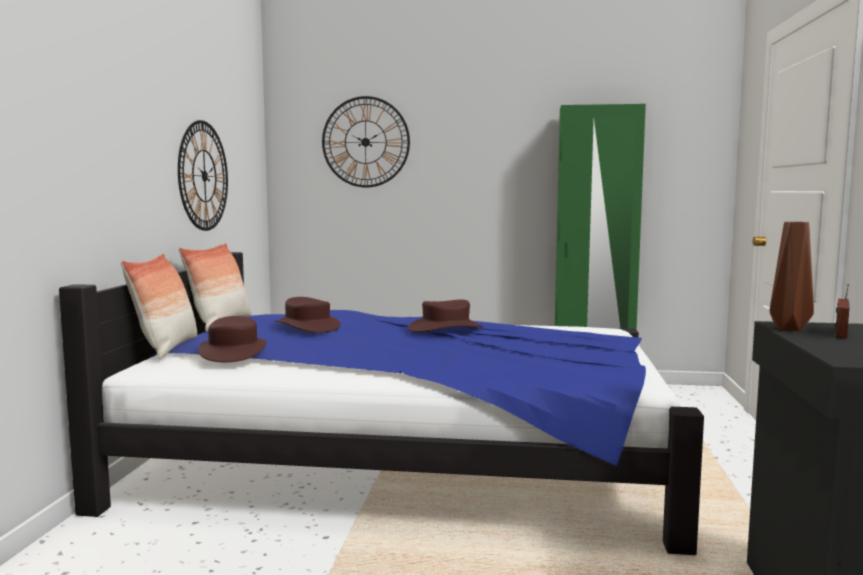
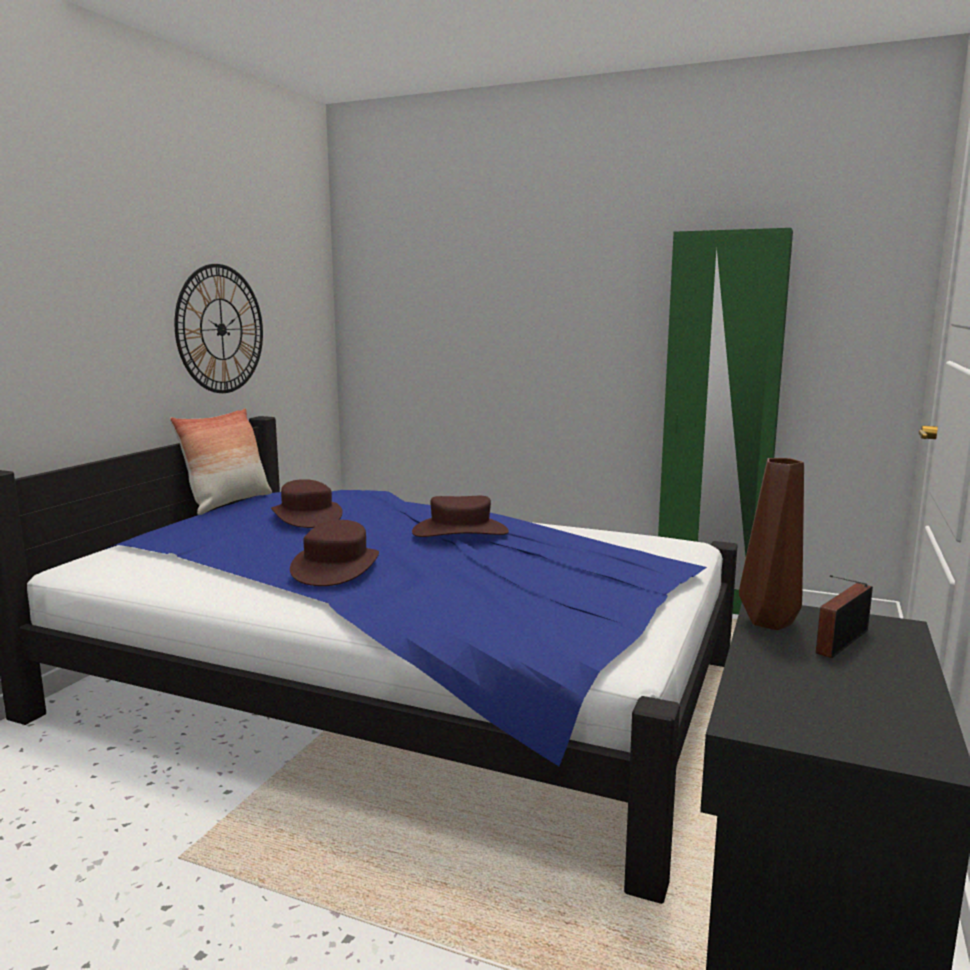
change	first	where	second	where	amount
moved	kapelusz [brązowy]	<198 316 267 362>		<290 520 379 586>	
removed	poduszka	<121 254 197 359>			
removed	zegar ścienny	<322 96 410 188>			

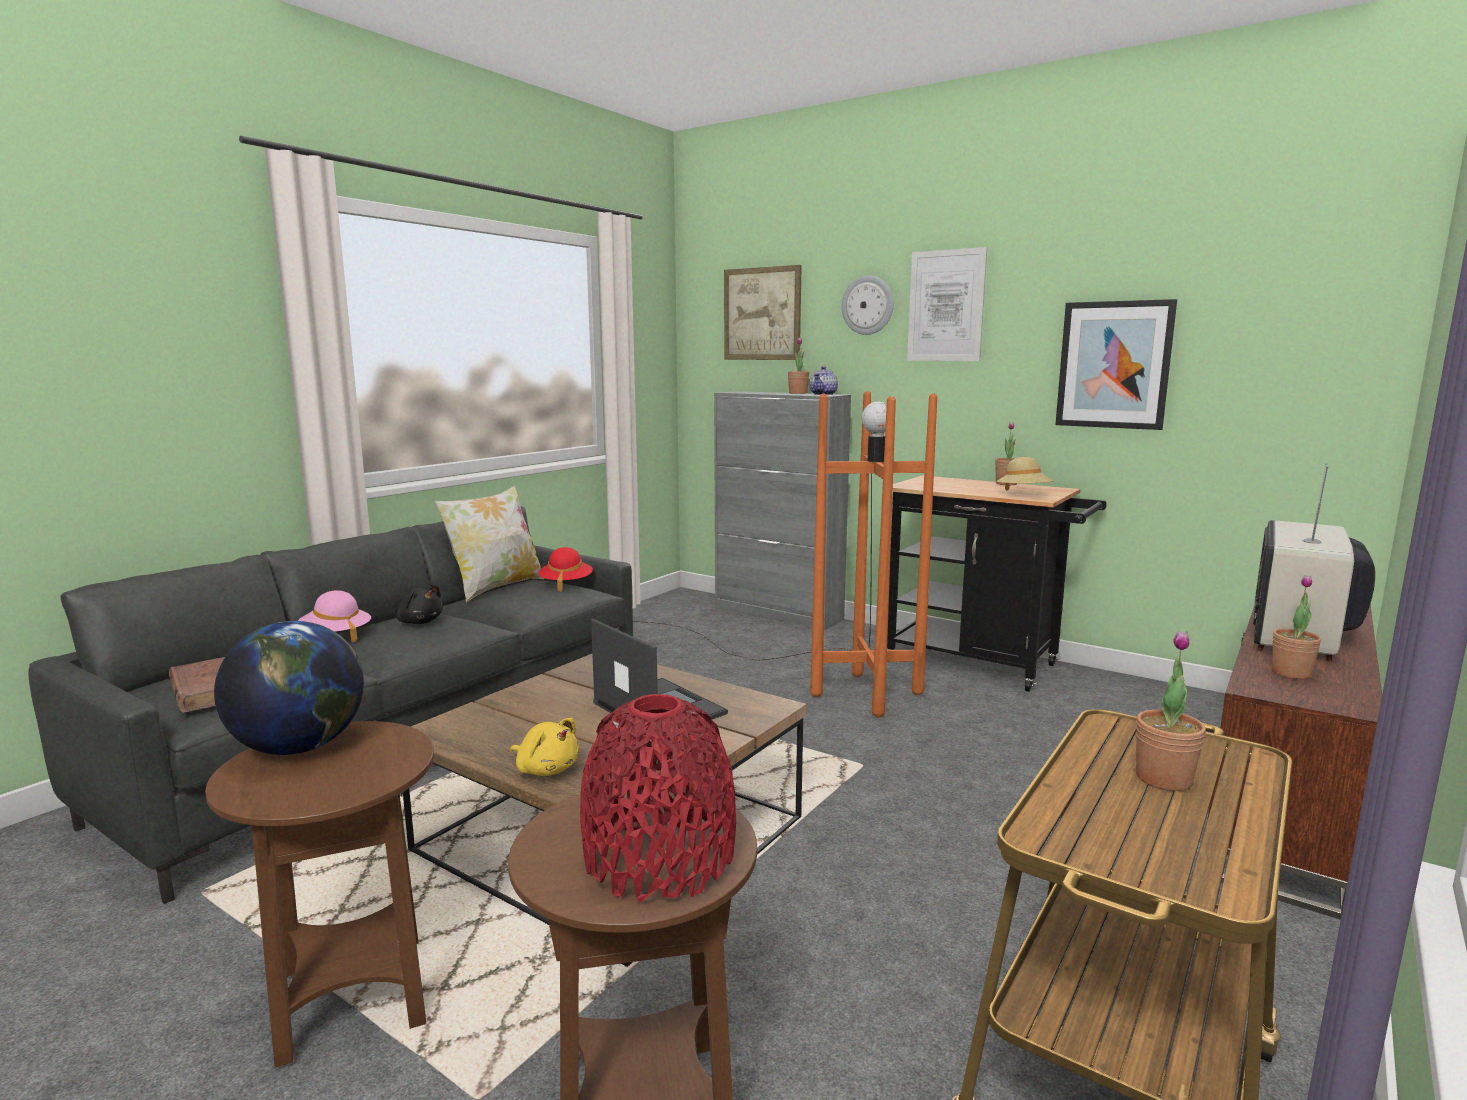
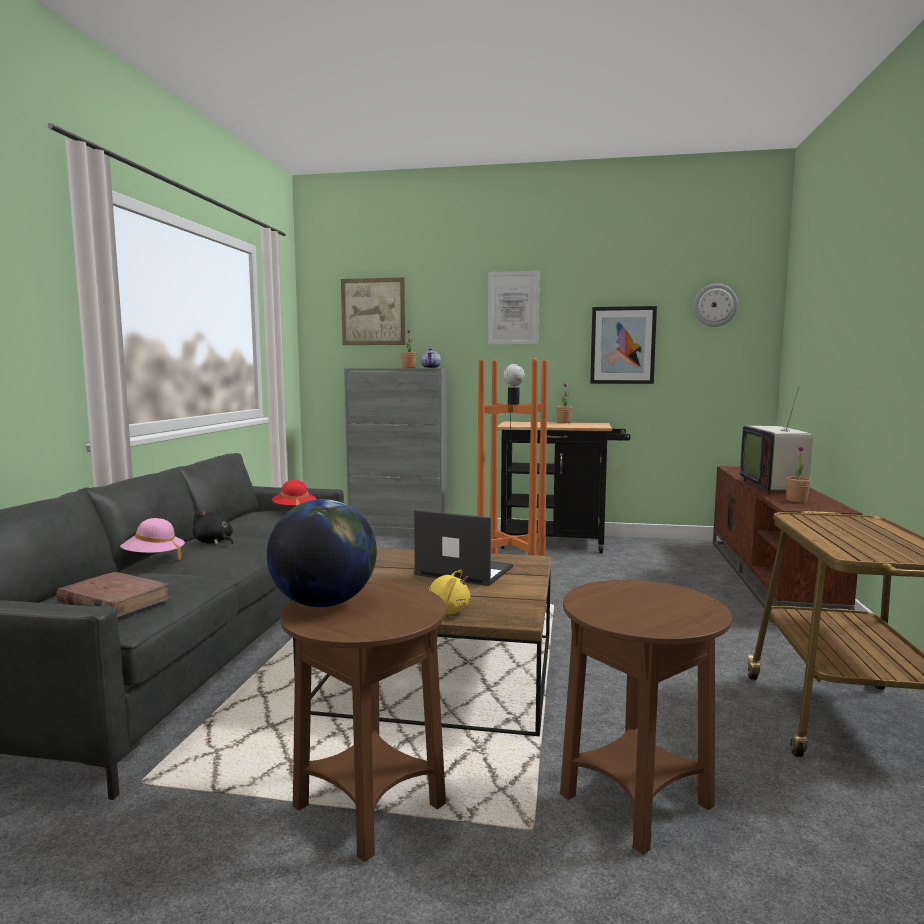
change	first	where	second	where	amount
turned	pluszak [czarny]	<395 585 443 624>		<192 507 233 545>	150 degrees counterclockwise
moved	zegar ścienny	<842 275 894 335>		<693 284 738 327>	
removed	poduszka	<435 485 545 602>			
removed	wazon [czerwony]	<580 694 736 902>			
removed	kapelusz [beżowy]	<996 457 1054 491>			
removed	roślina doniczkowa	<1136 631 1206 791>			

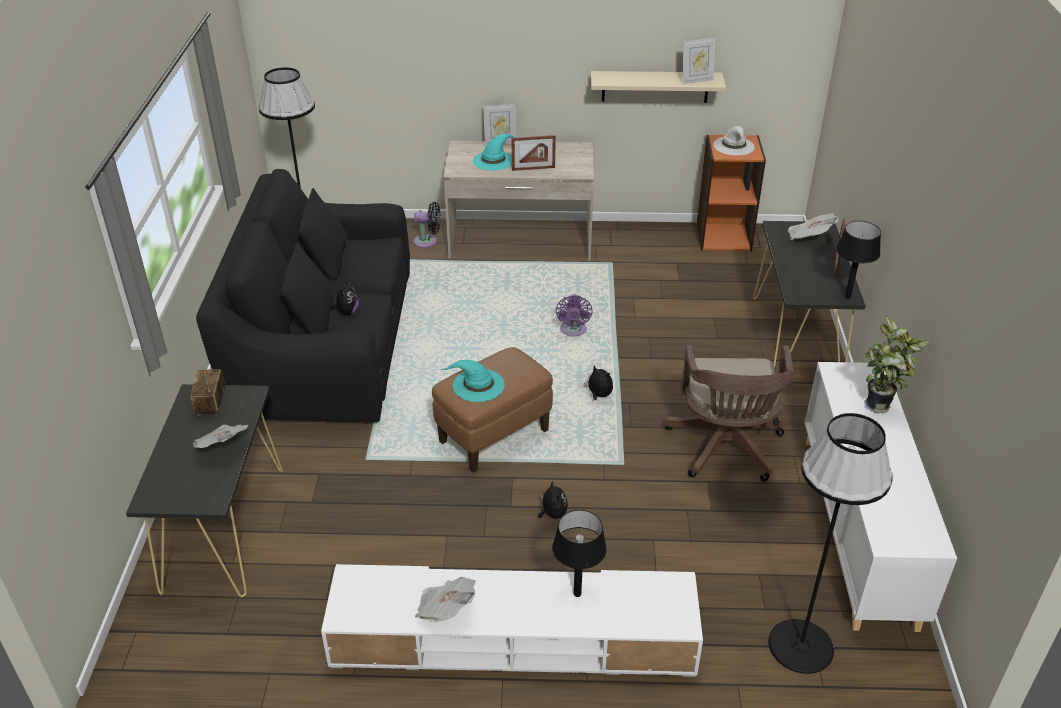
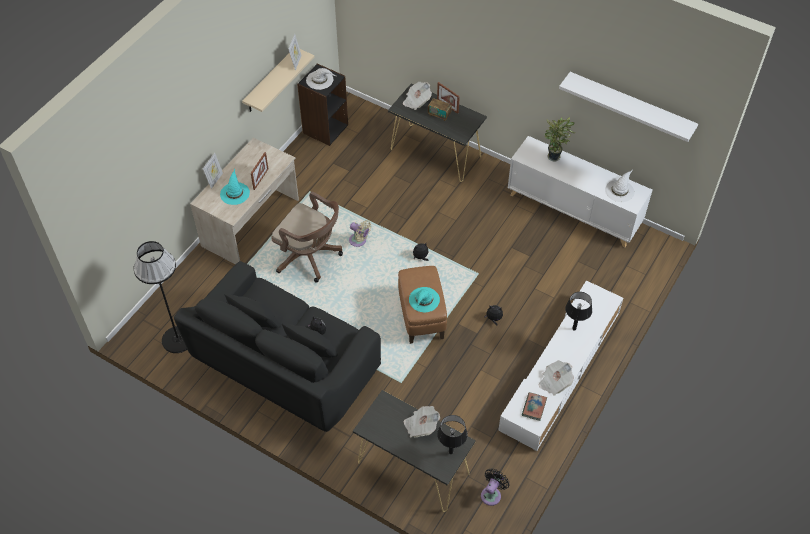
change	first	where	second	where	amount
moved	krzesło biurowe [brązowy]	<665 345 795 482>		<271 192 343 283>	
recoloured	regał [pomarańczowy]	<697 135 766 251>	regał [czarny]	<297 64 348 146>	
recoloured	wentylator [fioletowy]	<556 294 592 336>	wentylator [beżowy]	<349 220 371 247>	
moved	radio	<190 369 225 416>		<428 96 452 121>	
moved	lampa stołowa [czarny]	<836 221 881 299>		<437 415 468 454>	
moved	wentylator [czarny]	<413 202 440 248>		<481 468 510 506>	
added			książka	<522 392 547 421>	
added			półka [biały]	<559 72 698 142>	
added			kapelusz [biały]	<605 170 634 202>	
removed	lampa stojąca [czarny]	<768 413 893 674>			

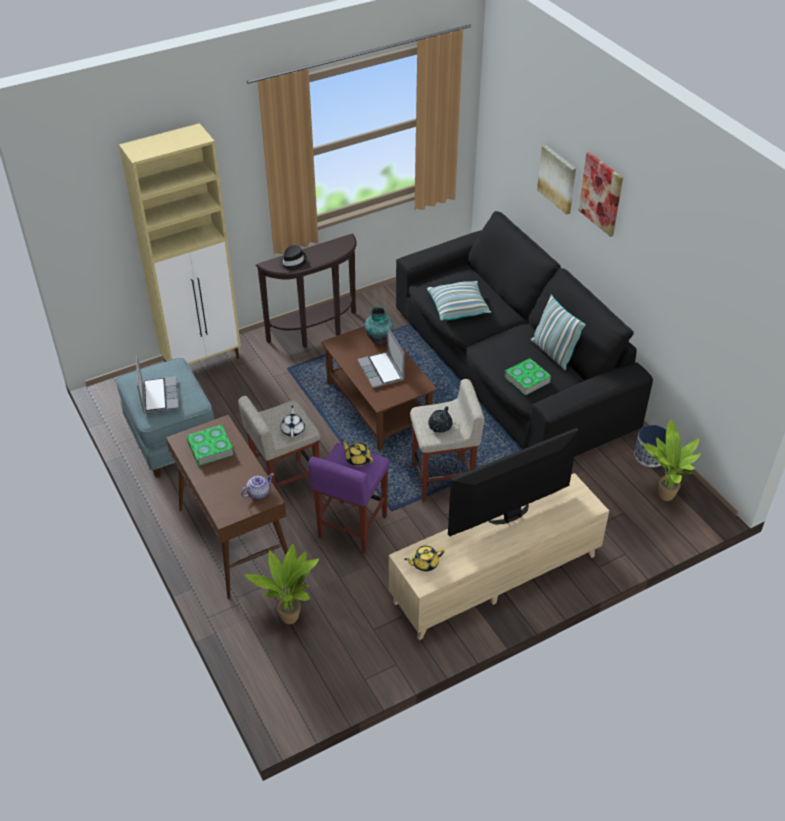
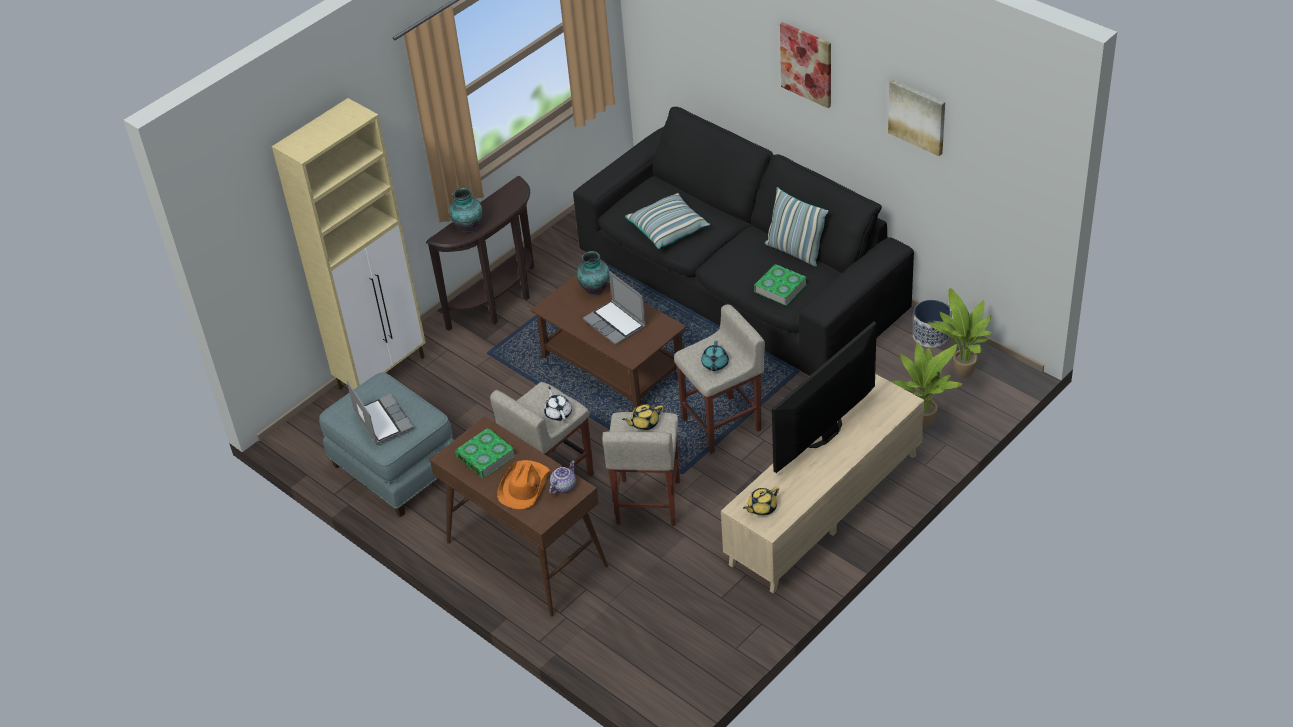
change	first	where	second	where	amount
replaced	kapelusz [czarny]	<279 245 307 271>	wazon	<449 188 482 233>	
added			kapelusz [pomarańczowy]	<497 460 550 509>	
recoloured	stołek [fioletowy]	<308 443 390 554>	stołek [beżowy]	<602 412 680 526>	
turned	imbryk [żółty]	<341 440 373 466>		<622 404 664 430>	45 degrees counterclockwise
recoloured	imbryk [czarny]	<428 406 453 433>	imbryk [turkusowy]	<701 340 729 371>	
moved	obraz	<537 145 576 215>		<888 79 945 156>	
moved	roślina doniczkowa	<245 544 319 624>		<891 342 963 428>	

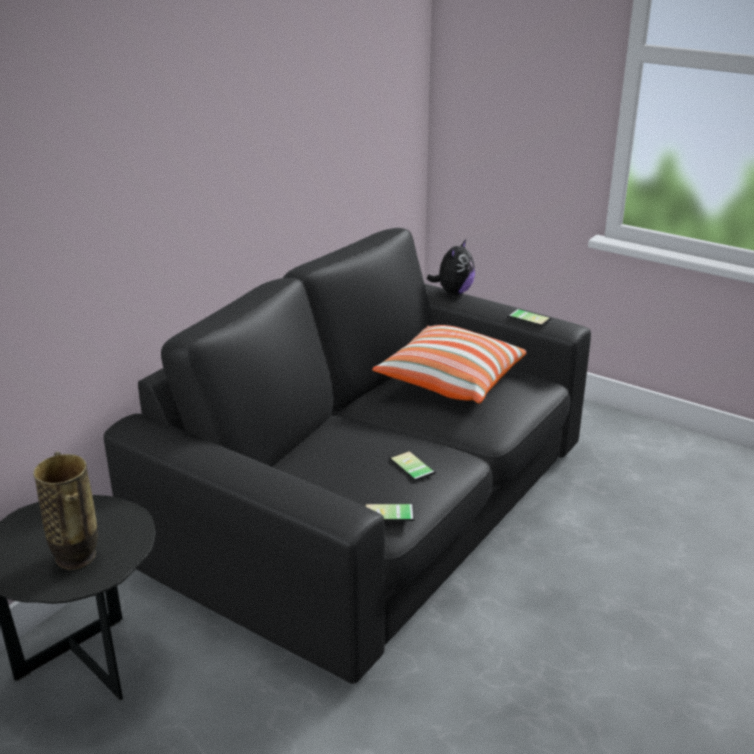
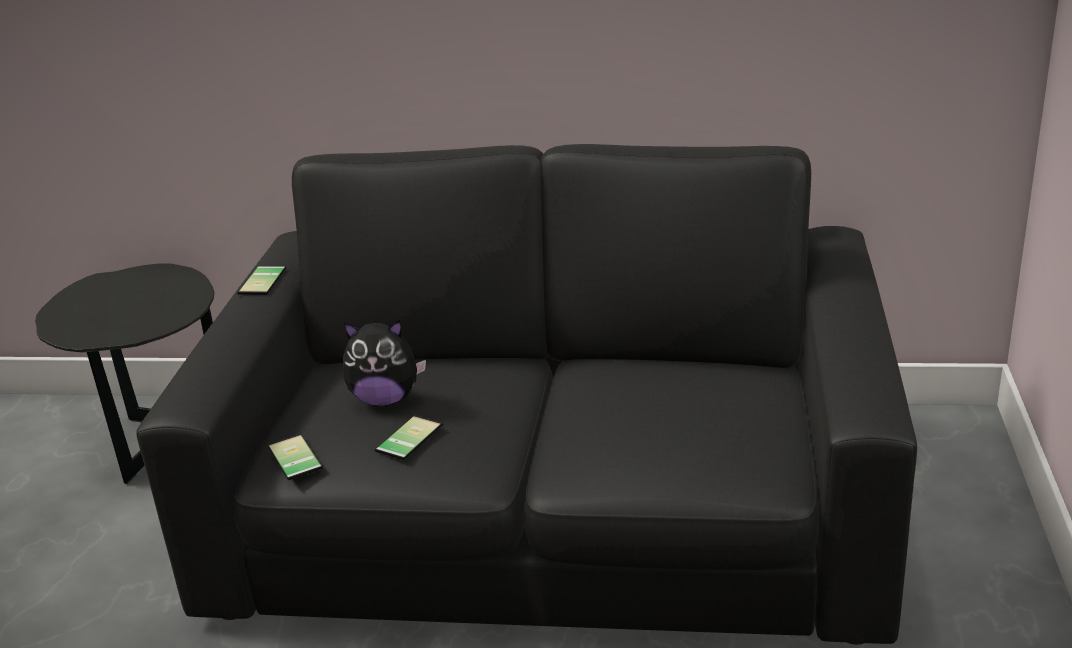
change	first	where	second	where	amount
moved	telefon	<508 309 552 326>		<237 266 286 295>	
moved	pluszak	<427 239 475 295>		<343 320 426 406>	
removed	wazon	<33 452 98 570>			
removed	poduszka	<372 325 526 404>			

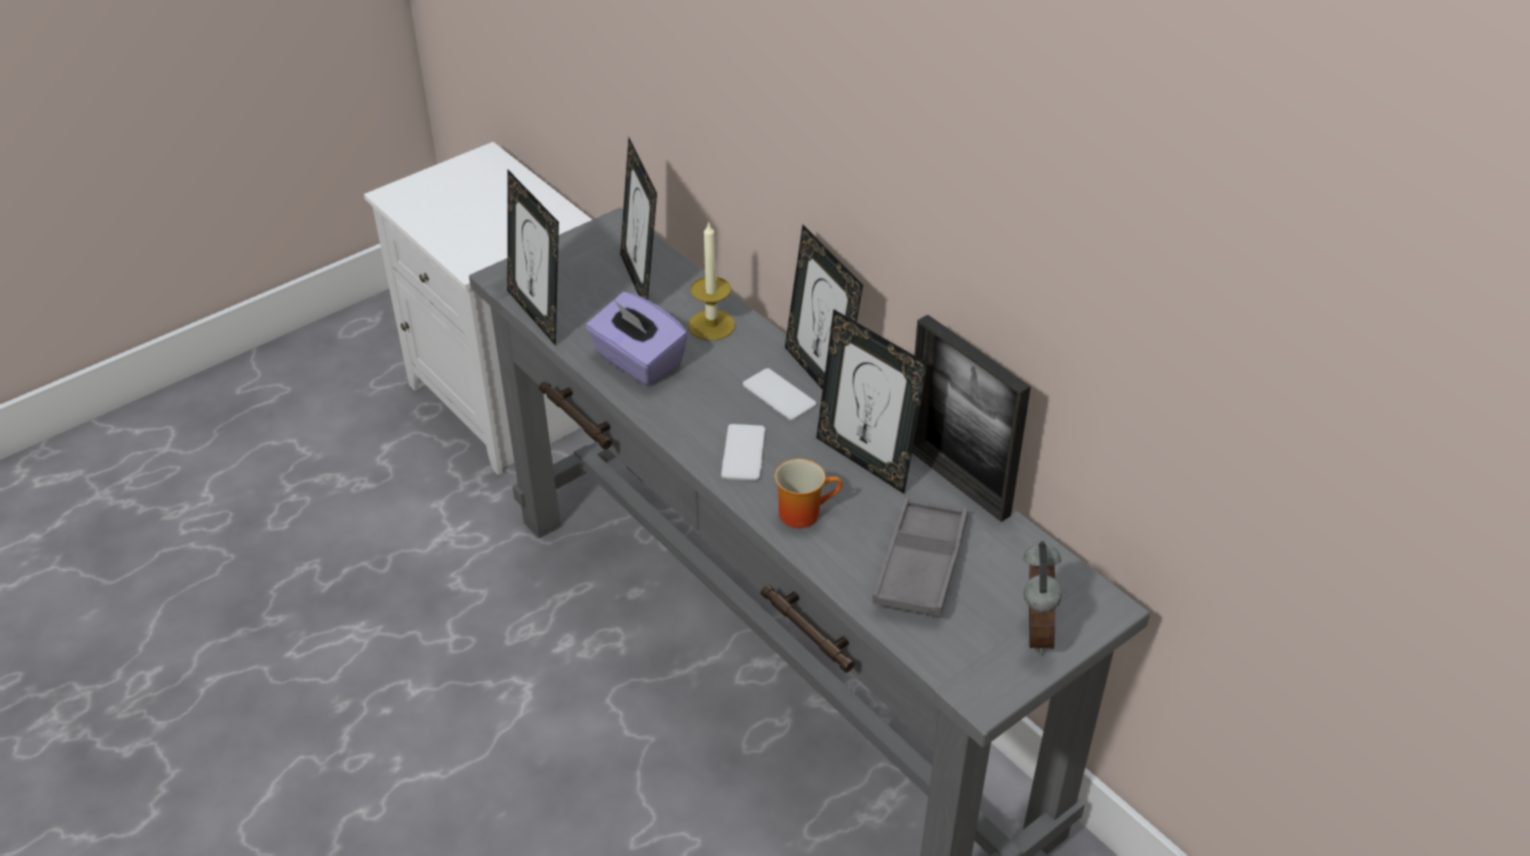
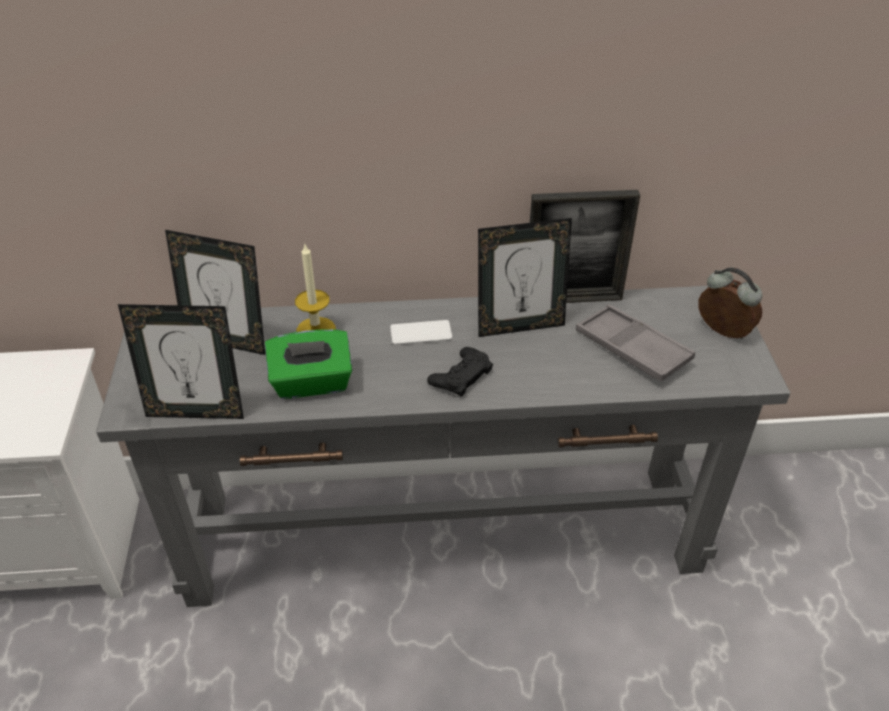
change	first	where	second	where	amount
recoloured	pudełko chusteczek [fioletowy]	<586 292 688 386>	pudełko chusteczek [zielony]	<265 329 352 399>	
replaced	telefon	<721 424 765 481>	pad do gier [czarny]	<427 347 493 397>	
removed	kubek	<775 459 842 528>			
removed	ramka na zdjęcie	<785 224 863 390>			

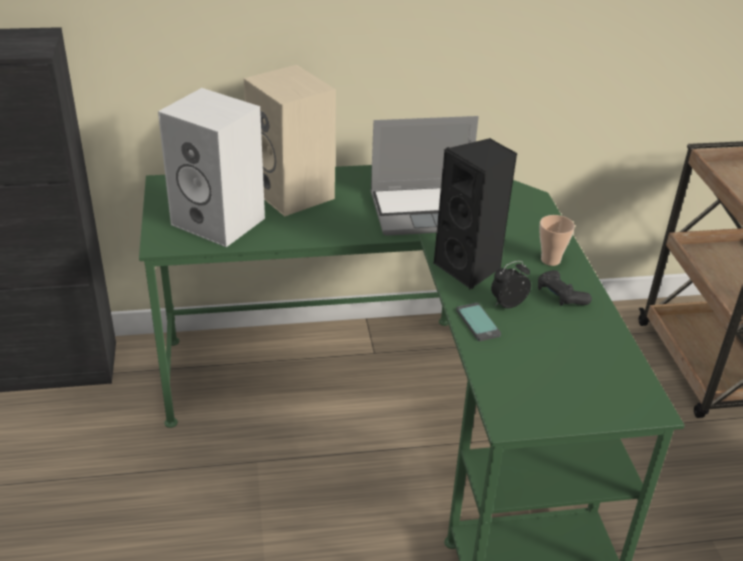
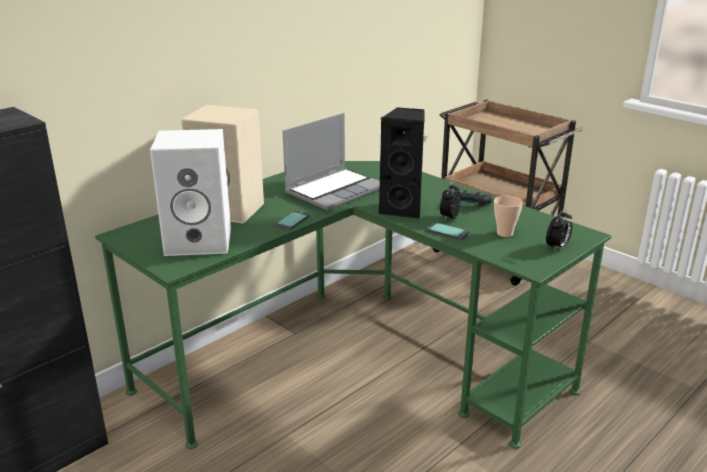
change	first	where	second	where	amount
added			telefon	<275 210 310 230>	
moved	filiżanka	<539 215 575 266>		<494 196 523 237>	
added			budzik	<546 209 572 251>	

